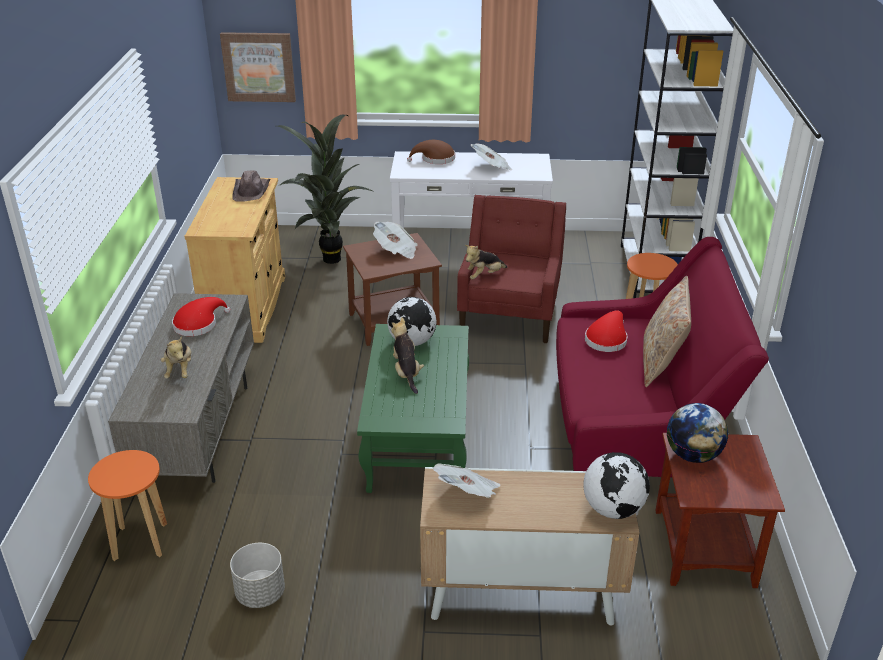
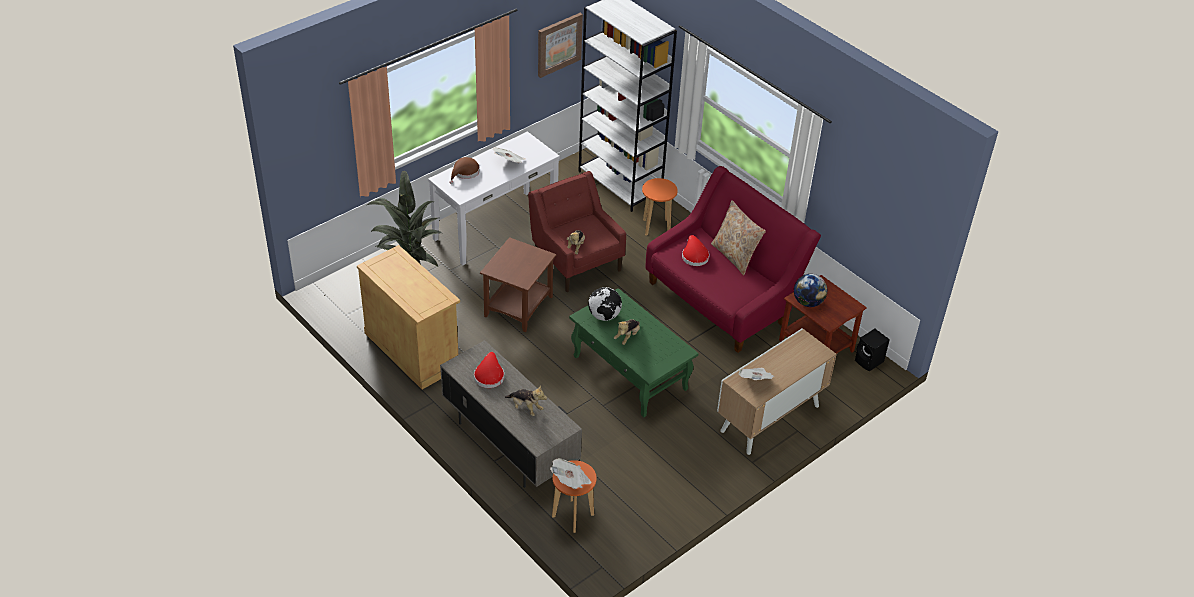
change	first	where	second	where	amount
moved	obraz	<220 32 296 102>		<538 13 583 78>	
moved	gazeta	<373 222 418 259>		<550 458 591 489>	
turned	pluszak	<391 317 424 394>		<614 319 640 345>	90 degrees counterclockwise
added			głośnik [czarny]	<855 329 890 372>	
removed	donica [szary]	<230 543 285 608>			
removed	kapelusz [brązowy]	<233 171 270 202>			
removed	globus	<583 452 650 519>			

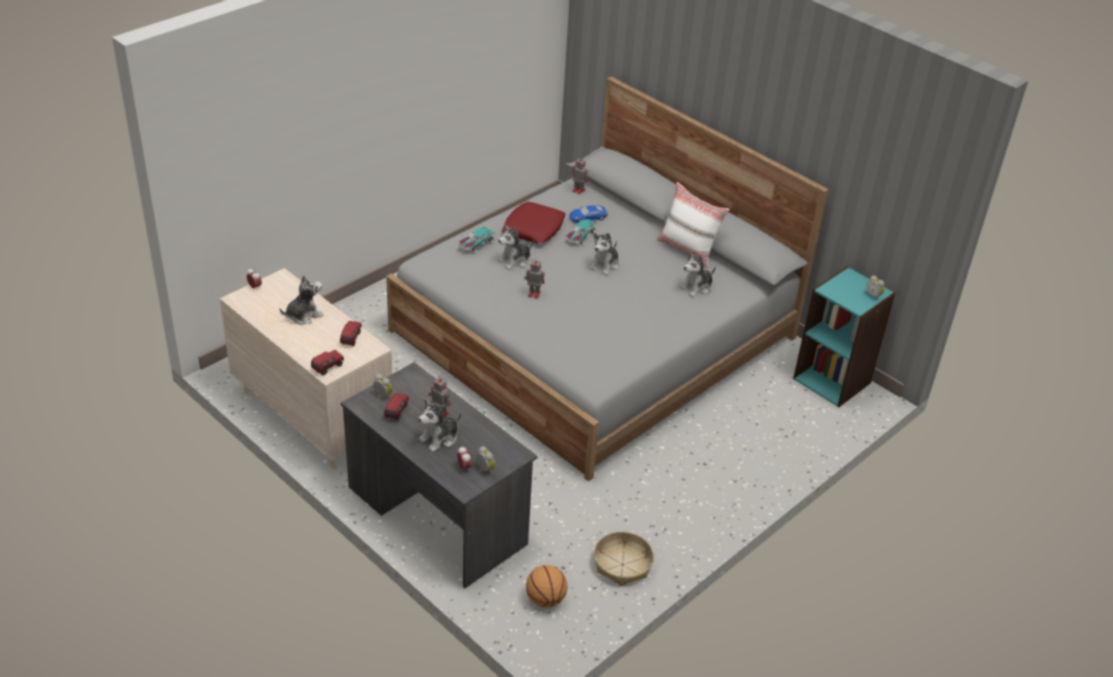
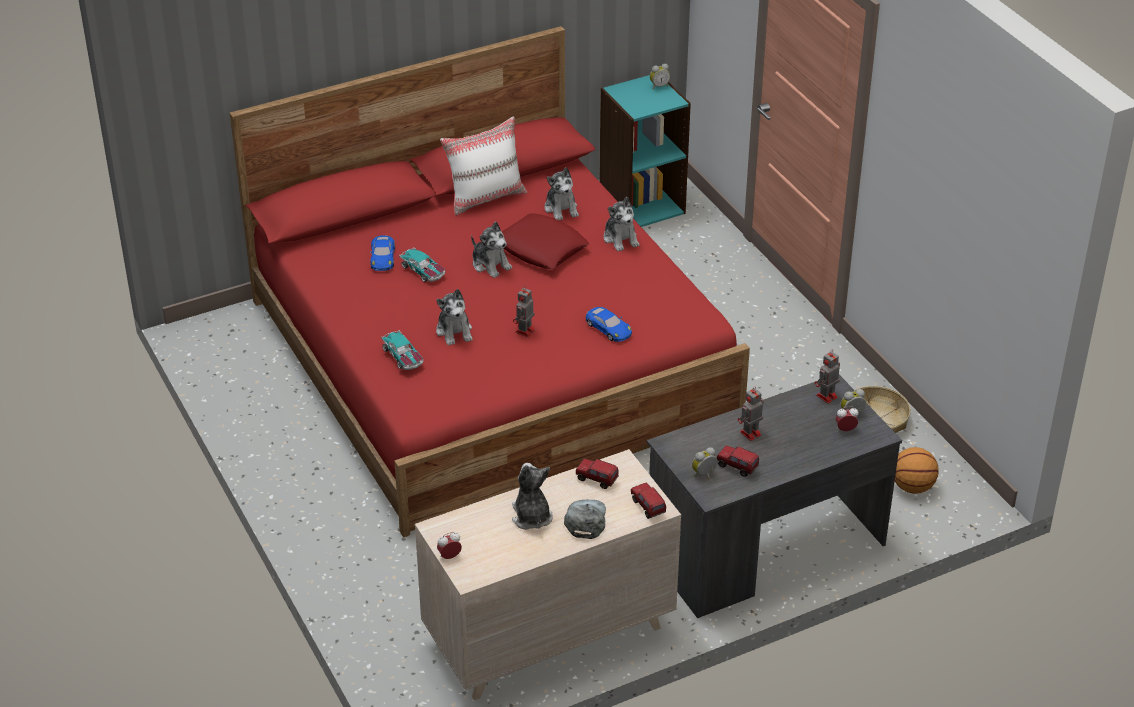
change	first	where	second	where	amount
recoloured	łóżko [szary]	<386 77 829 481>	łóżko [czerwony]	<230 26 750 537>	
moved	poduszka [czerwony]	<502 202 566 244>		<502 213 589 269>	
added			czapka z daszkiem [szary]	<564 500 606 539>	
added			samochodzik [niebieski]	<586 307 632 342>	
moved	pluszak	<418 399 461 452>		<604 197 639 252>	
moved	robot zabawkowy	<570 156 589 194>		<815 350 840 404>	

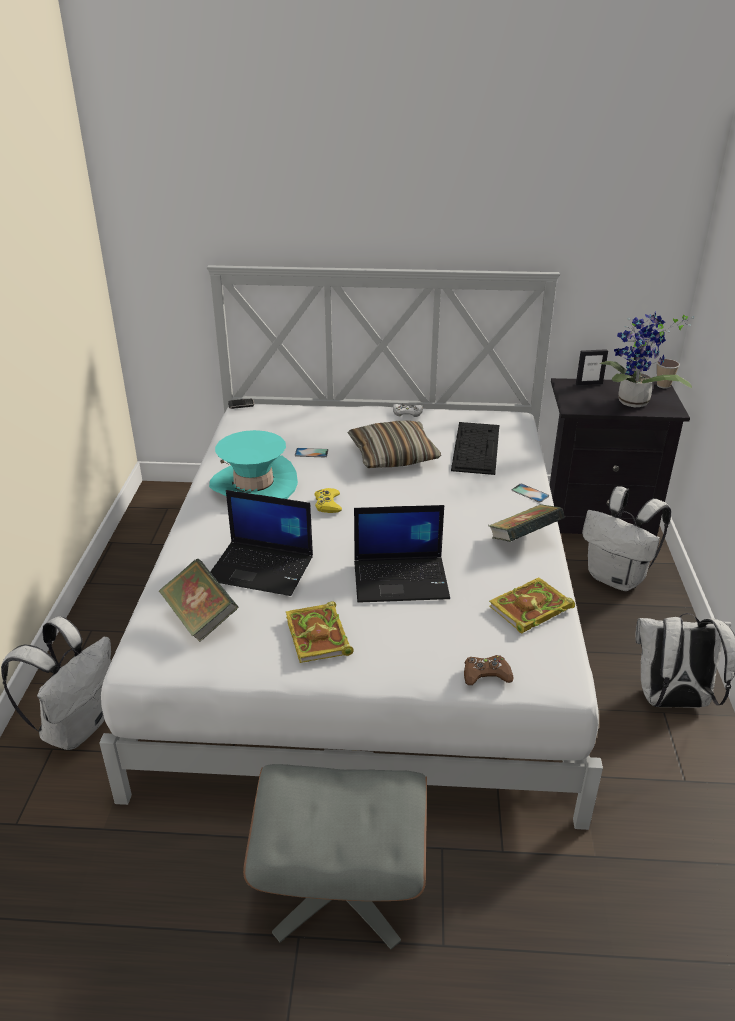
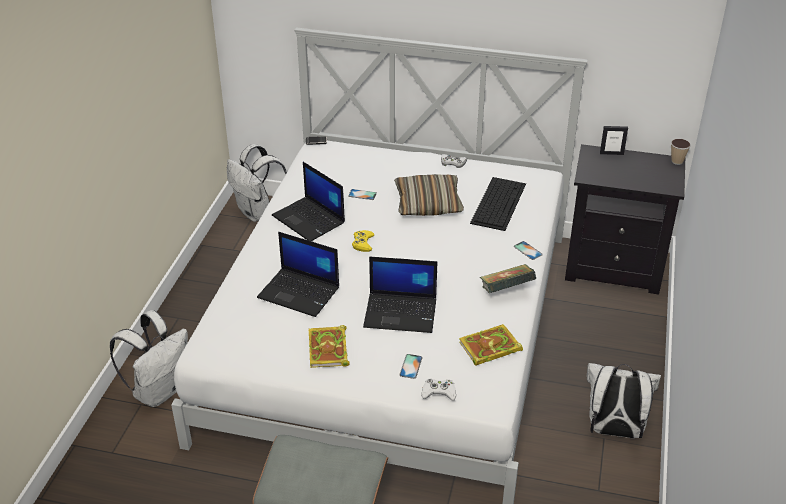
change	first	where	second	where	amount
moved	plecak [biały]	<582 486 671 591>		<227 144 287 222>	
replaced	kapelusz [turkusowy]	<209 430 298 499>	laptop	<272 162 345 241>	
added			telefon	<399 354 422 379>	
recoloured	pad do gier [brązowy]	<464 655 513 685>	pad do gier [biały]	<421 378 456 400>	
removed	książka	<158 559 238 642>			
removed	roślina doniczkowa	<600 312 695 407>			

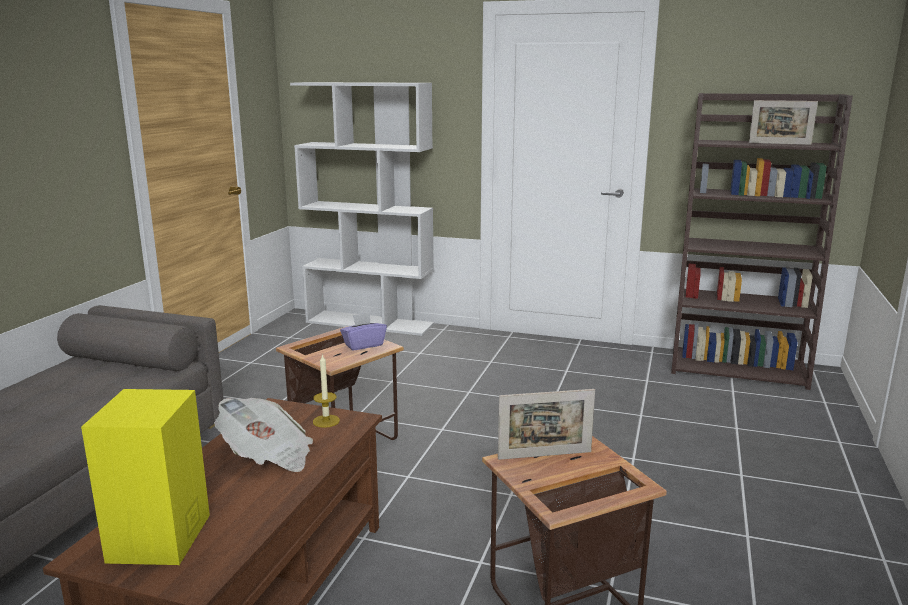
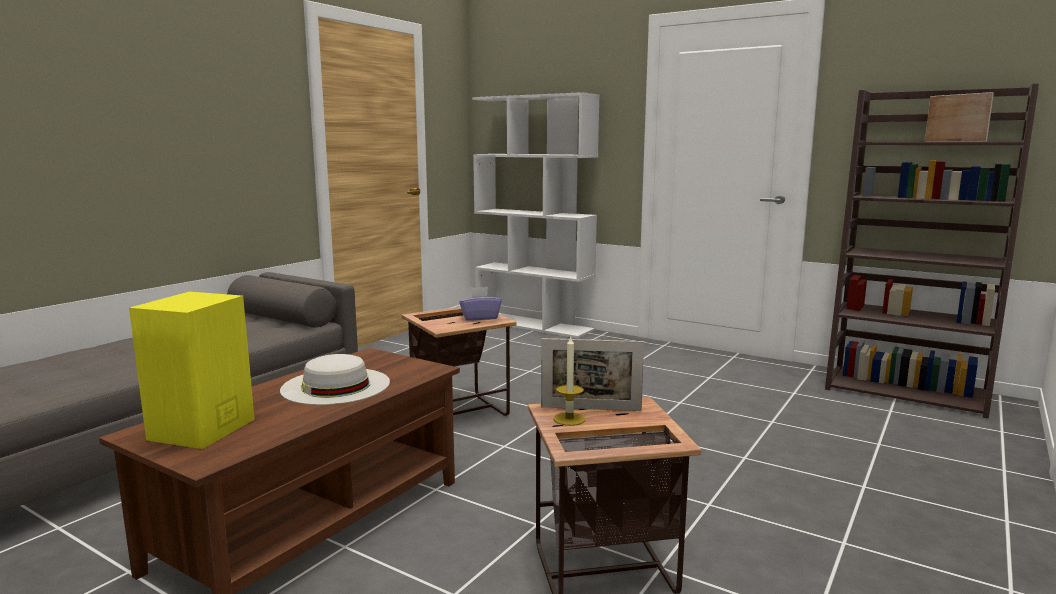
change	first	where	second	where	amount
replaced	gazeta	<214 398 313 472>	kapelusz [biały]	<280 354 390 405>	
moved	świeca	<313 354 340 428>		<554 336 586 426>	
turned	ramka na zdjęcie	<749 100 818 145>		<925 92 994 142>	150 degrees counterclockwise

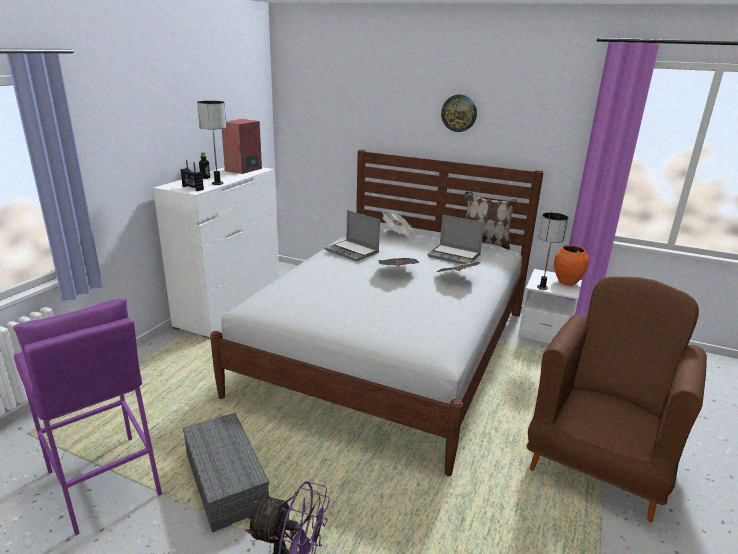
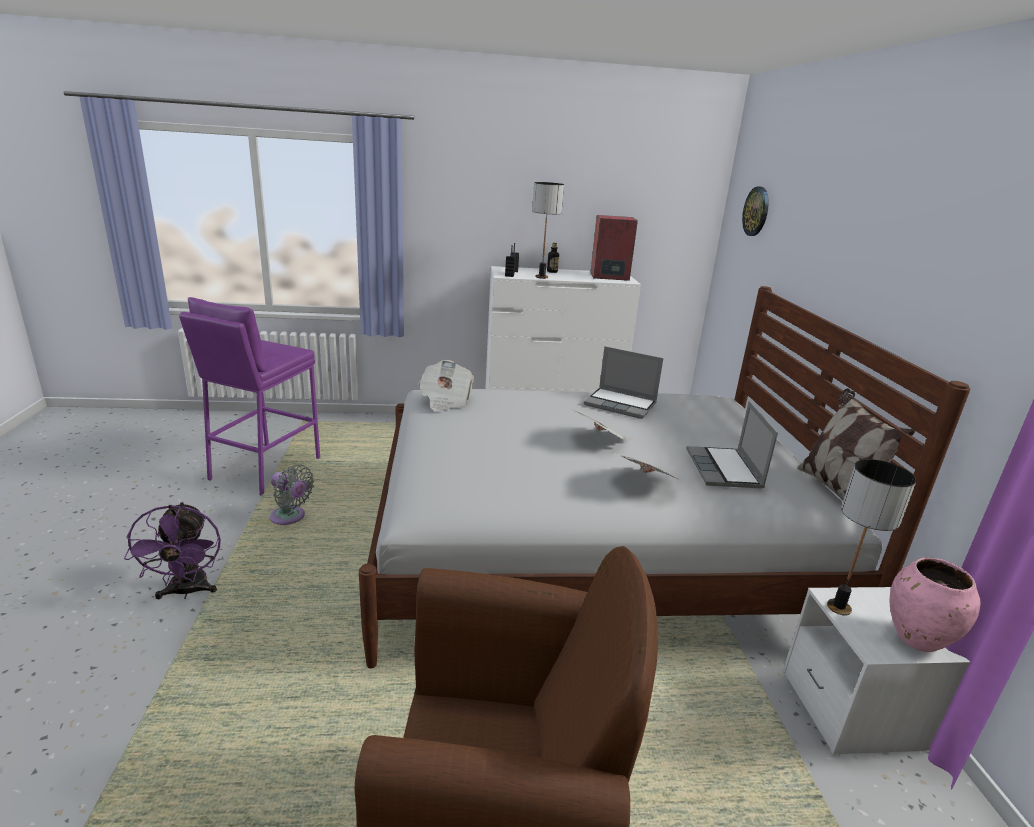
change	first	where	second	where	amount
replaced	pojemnik do przechowywania [szary]	<183 413 269 532>	wentylator [szary]	<270 465 314 525>	
moved	gazeta	<382 211 415 239>		<419 360 474 411>	
turned	laptop	<325 210 380 261>		<584 346 663 419>	75 degrees counterclockwise
moved	zegar ścienny	<441 94 477 132>		<742 186 769 236>	
recoloured	wazon [pomarańczowy]	<554 245 589 286>	wazon [różowy]	<890 557 980 652>	

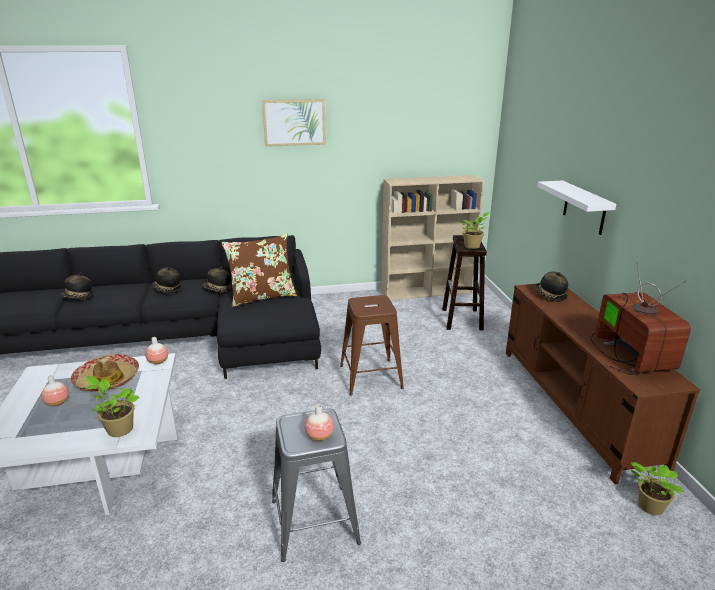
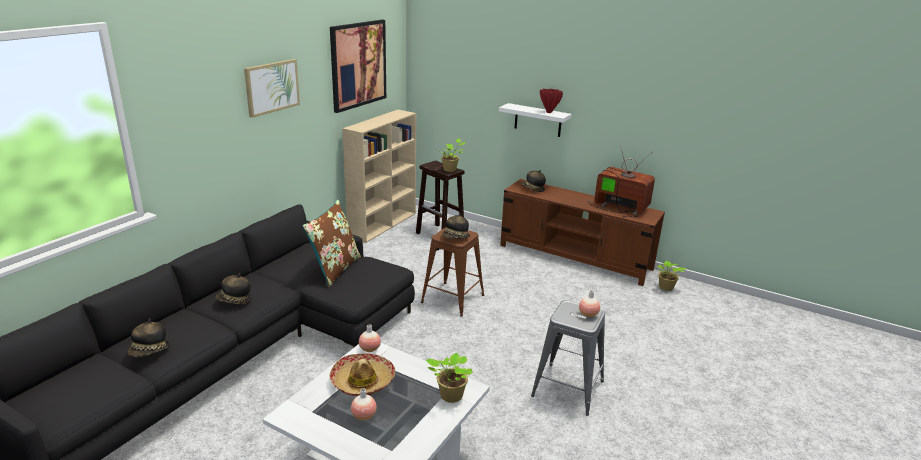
change	first	where	second	where	amount
added			obraz	<330 19 386 113>	
moved	kapelusz	<202 266 232 293>		<441 213 470 239>	
added			wazon [czerwony]	<540 89 563 113>	

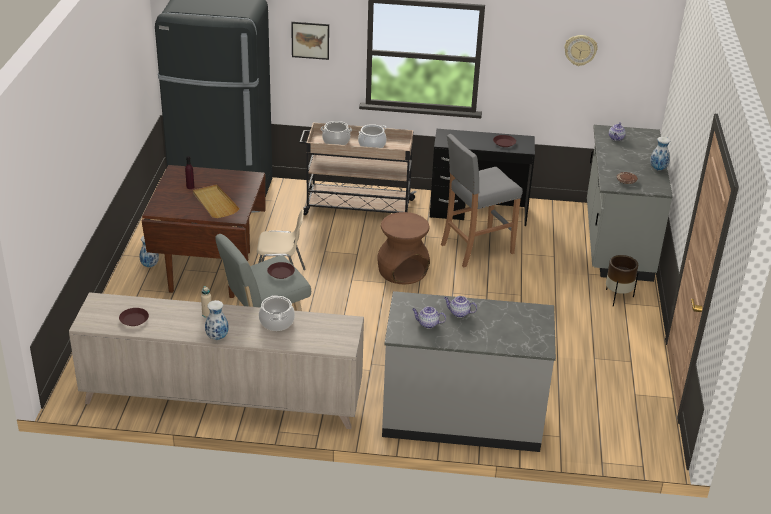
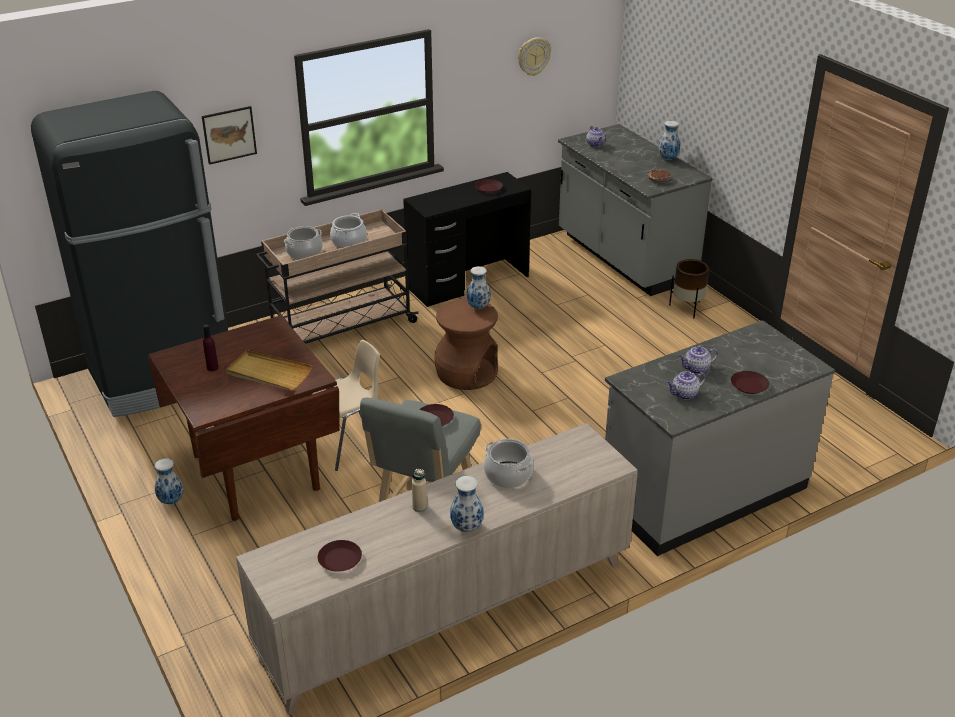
change	first	where	second	where	amount
added			wazon	<466 266 491 309>	
added			talerz [brązowy]	<731 371 769 394>	
removed	stołek [szary]	<441 134 523 267>			

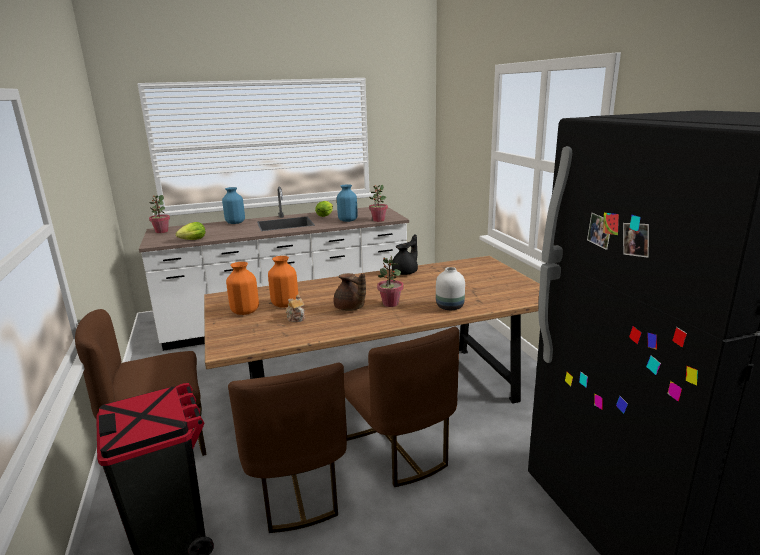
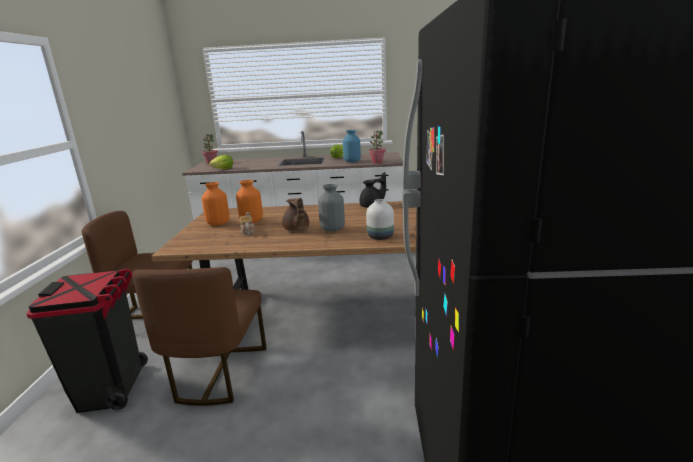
change	first	where	second	where	amount
replaced	roślina doniczkowa	<377 256 404 307>	wazon [szary]	<318 184 345 232>	
removed	wazon [niebieski]	<222 187 245 224>			
removed	krzesło [brązowy]	<344 326 459 487>			

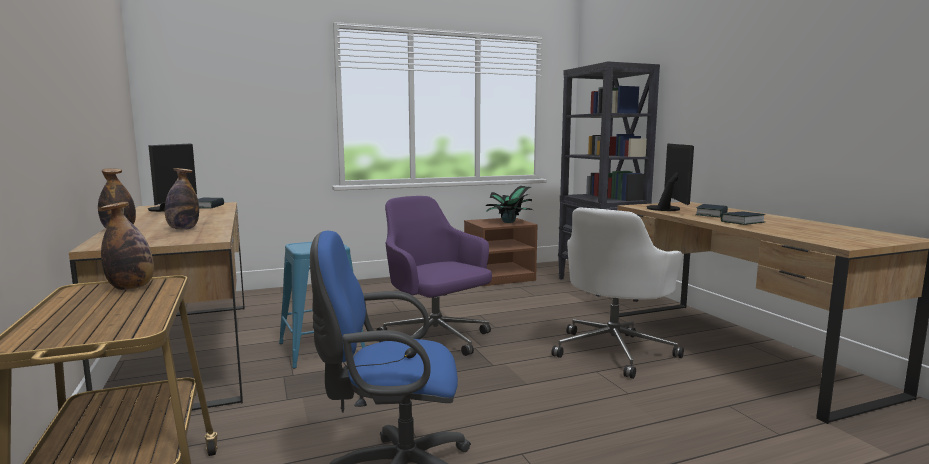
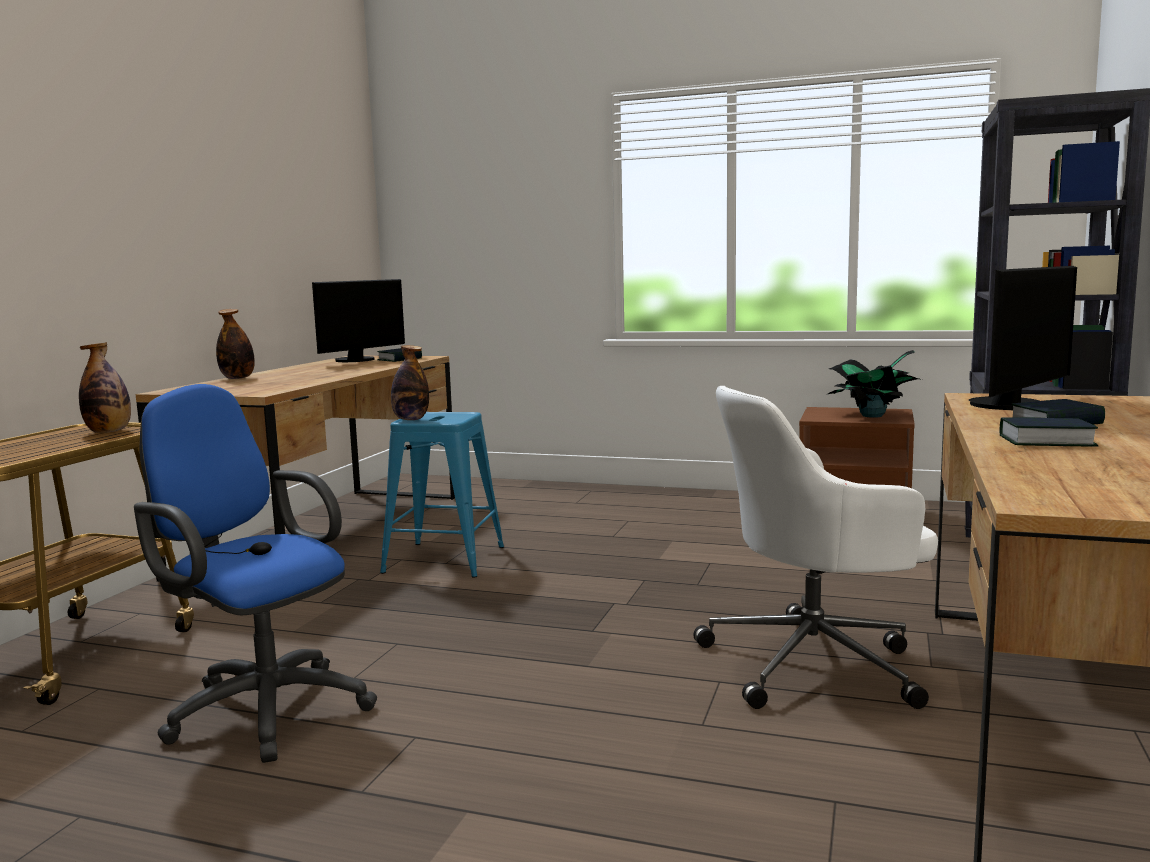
change	first	where	second	where	amount
moved	butelka	<165 168 199 230>		<391 345 429 420>	
removed	krzesło biurowe [fioletowy]	<377 196 492 356>			

